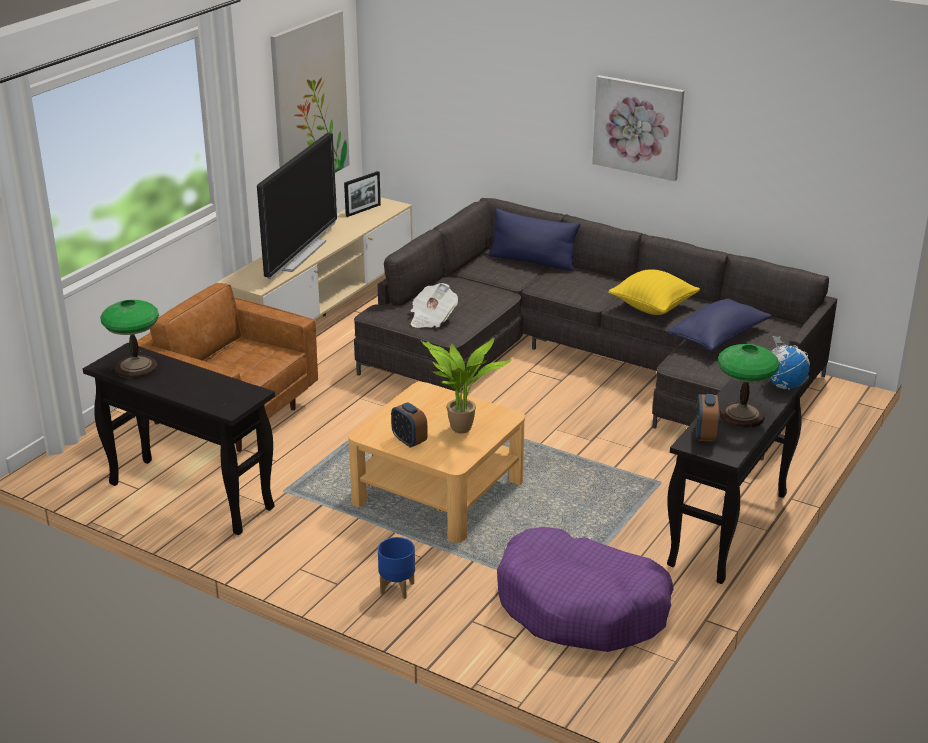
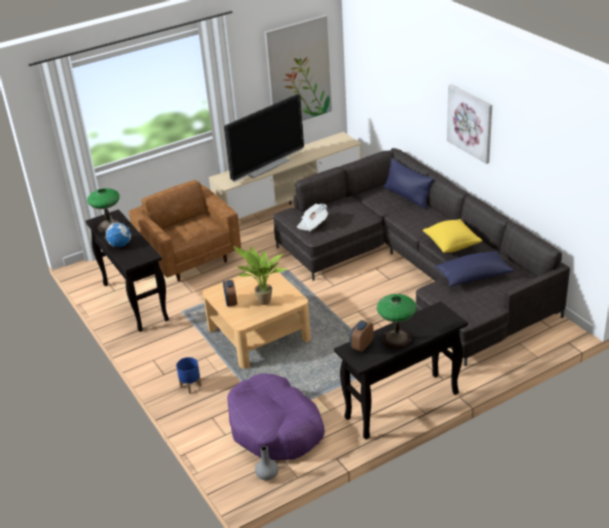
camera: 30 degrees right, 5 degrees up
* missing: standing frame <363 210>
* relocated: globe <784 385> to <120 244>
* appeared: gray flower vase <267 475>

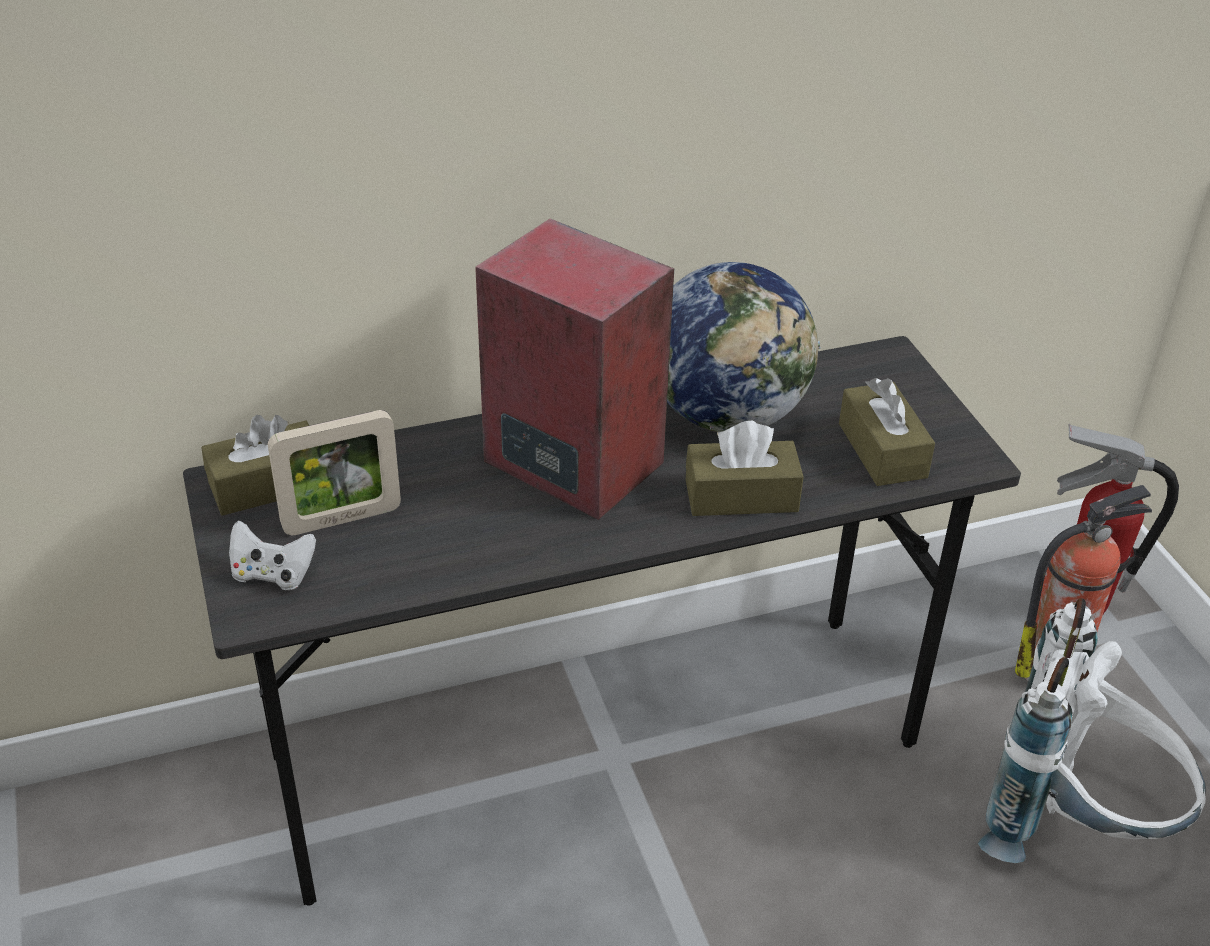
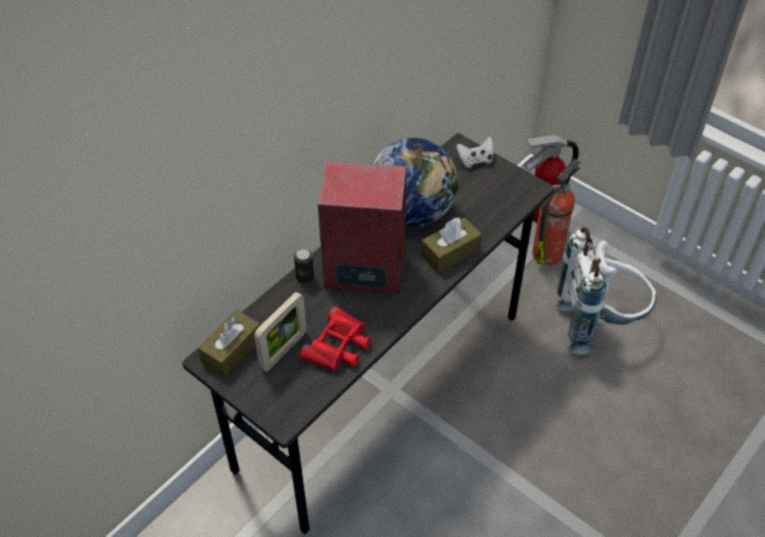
camera: 30 degrees left, 10 degrees up
* missing: brown-coloured tissue holder <882 450>
* relocated: white joypad <273 574> to <475 161>
* appeared: can <305 277>
* appeared: red-coloured binoculars <339 346>

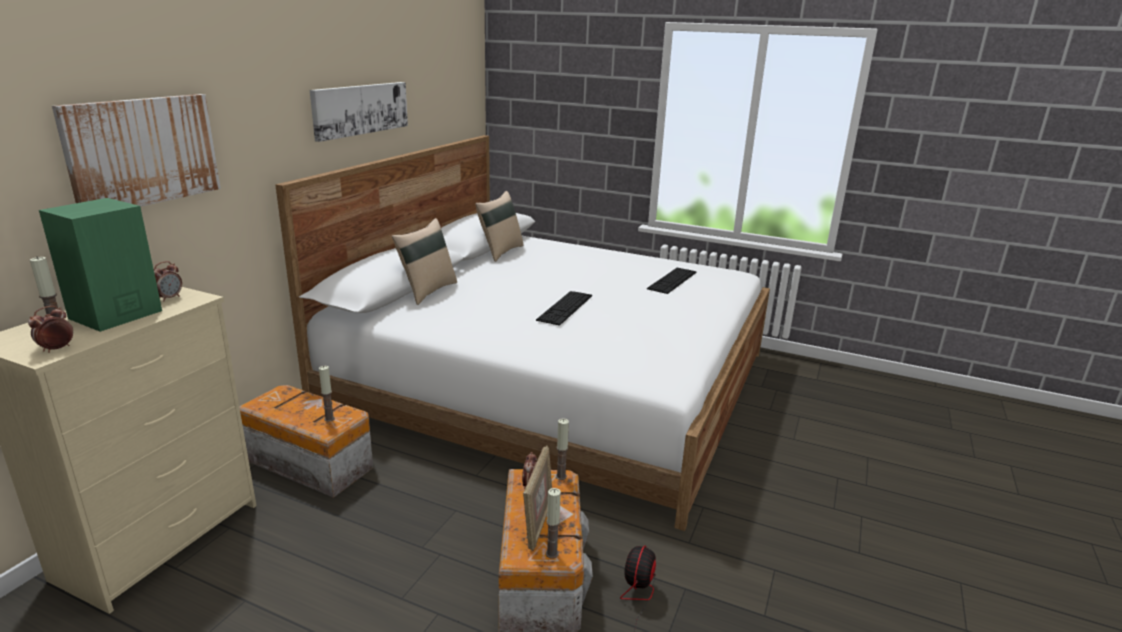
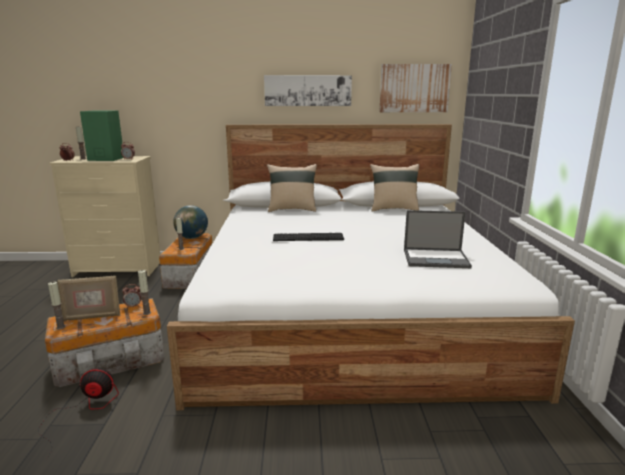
camera: 65 degrees right, 5 degrees down
* relocated: wall art <143 151> to <414 88>
* exchanged: PC keyboard <672 280> to portable computer <436 258>
* appeared: globe <192 237>

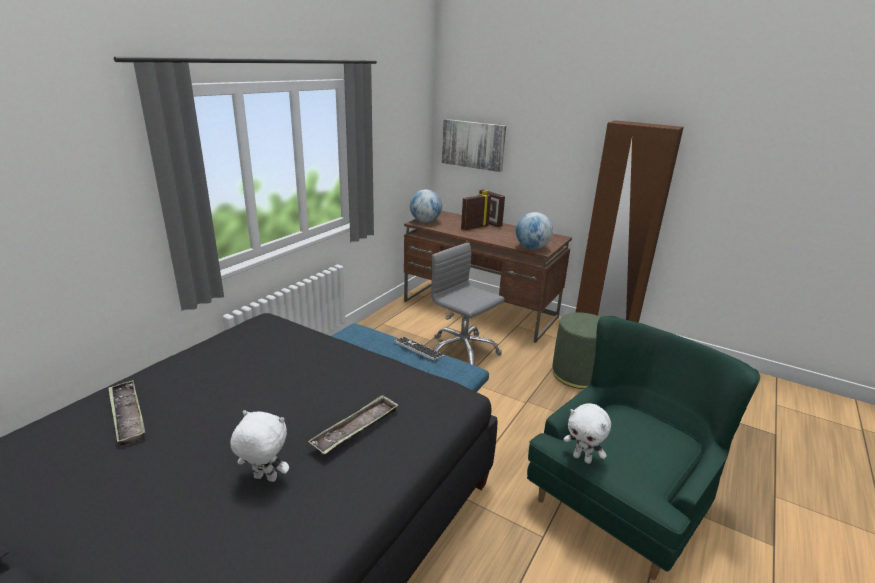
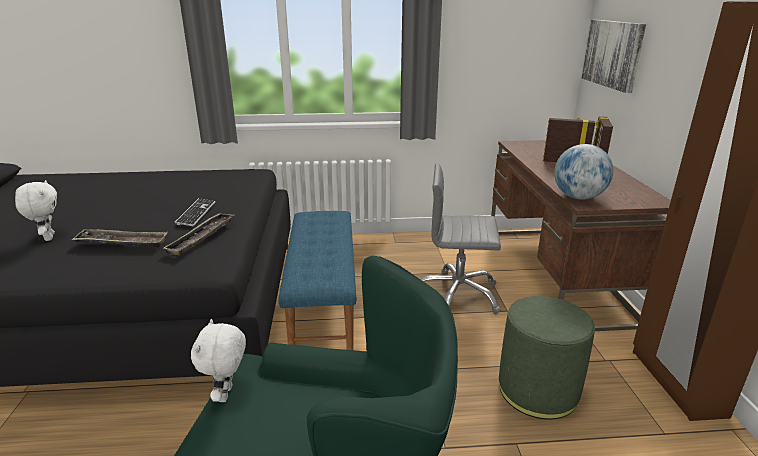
camera: 55 degrees right, 0 degrees up
* missing: globe <425 221>
* spun: gray computer chair <462 351> = <457 295> 90 degrees counterclockwise
* relocated: PC keyboard <418 349> to <196 213>
* relocated: carrying tray <127 415> to <201 237>

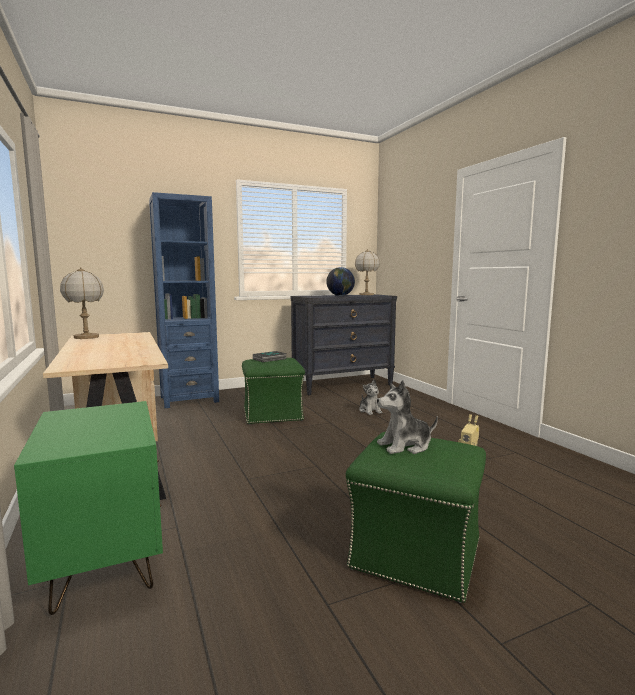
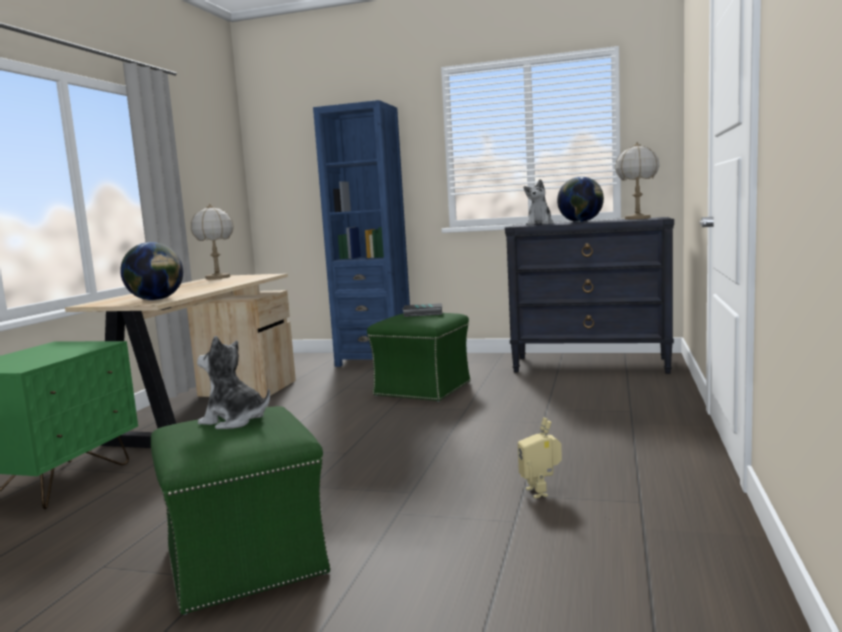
camera: 40 degrees right, 0 degrees up
* relocated: plush toy <370 411> to <539 224>
* appeared: globe <156 300>

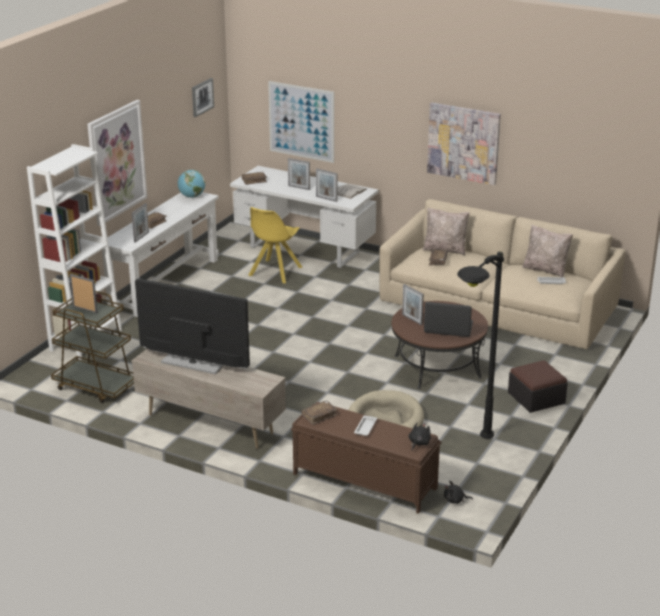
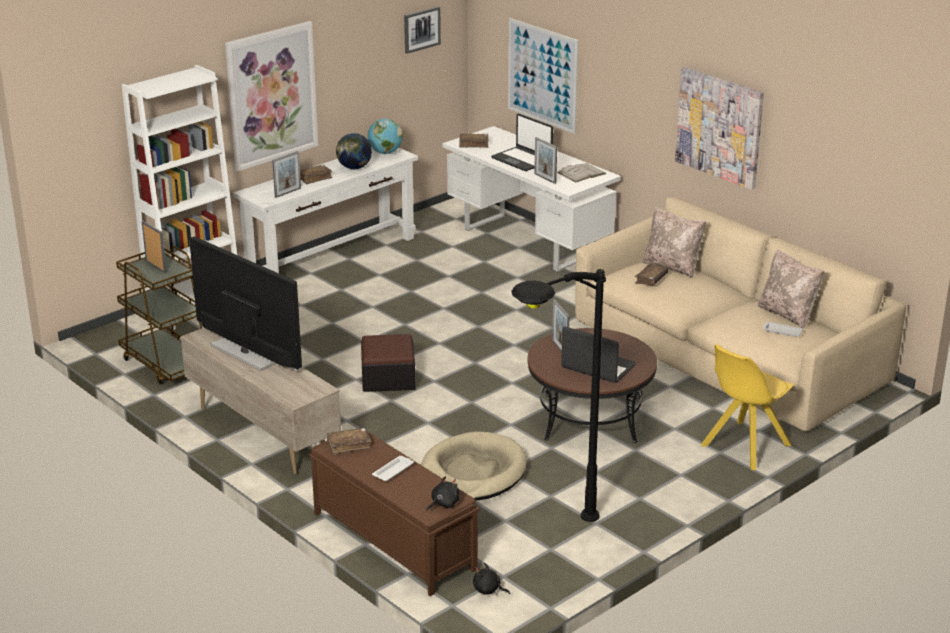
camera: 20 degrees right, 0 degrees up
* exchanged: standing frame <299 187> to portable computer <522 160>
* relocated: yellowish chair <274 272> to <744 446>
* relocated: pouffe <536 398> to <388 378>
* appeared: globe <354 168>

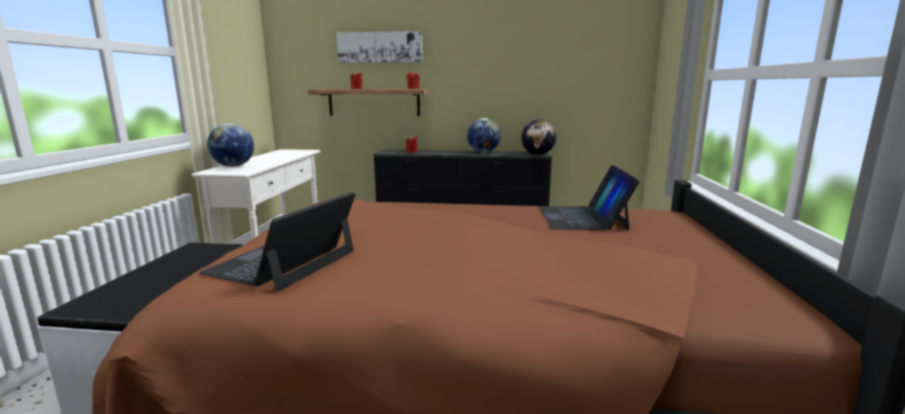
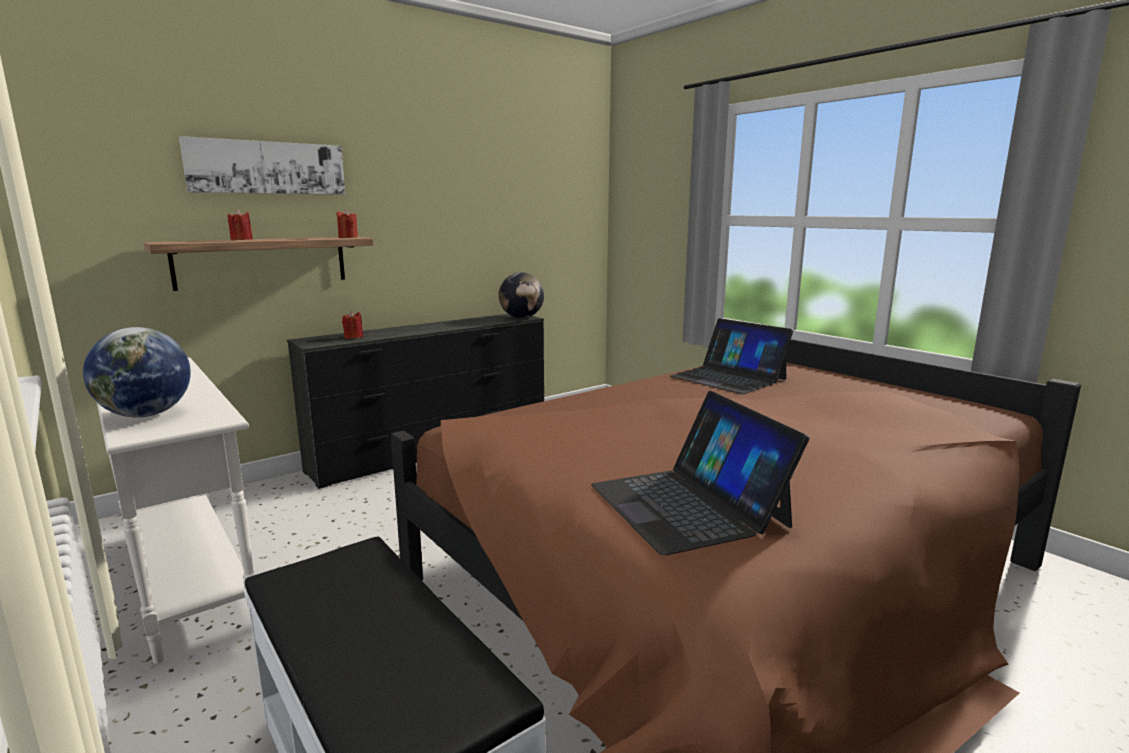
camera: 45 degrees left, 0 degrees up
* missing: globe <483 152>

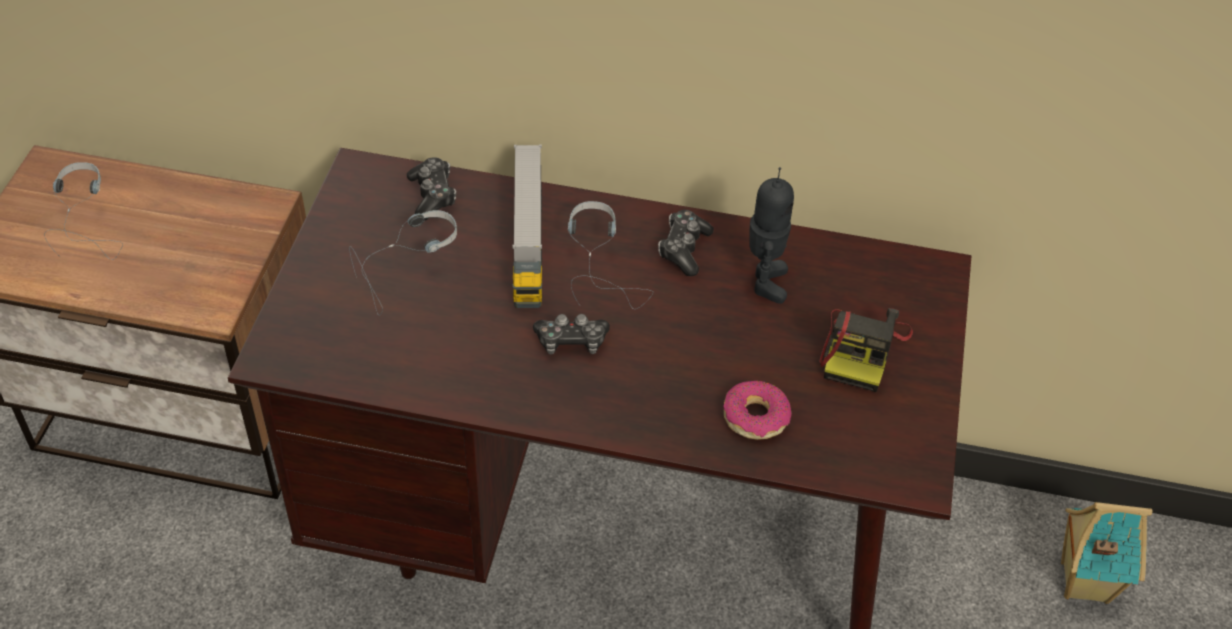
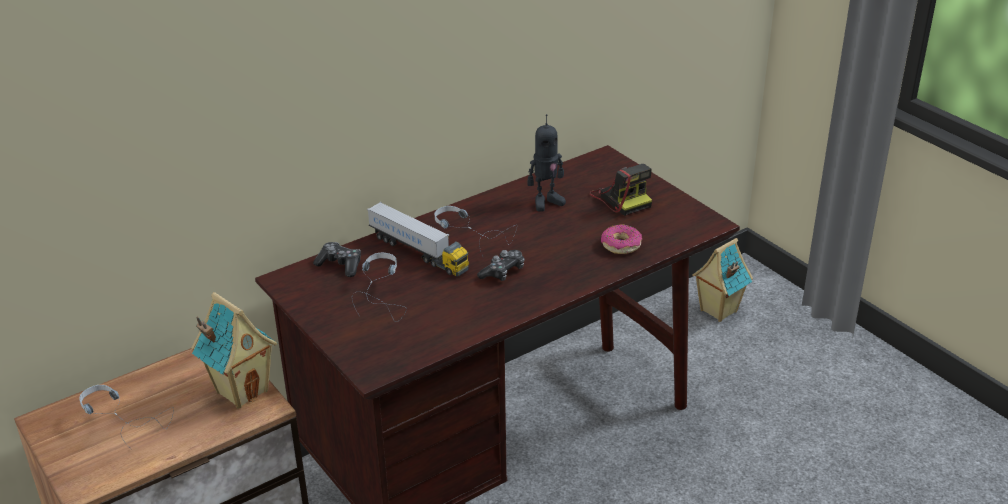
camera: 45 degrees left, 15 degrees down
* spun: robot figure <764 283> = <546 202> 105 degrees clockwise
* missing: joypad <684 249>
* appeared: toy house <242 390>

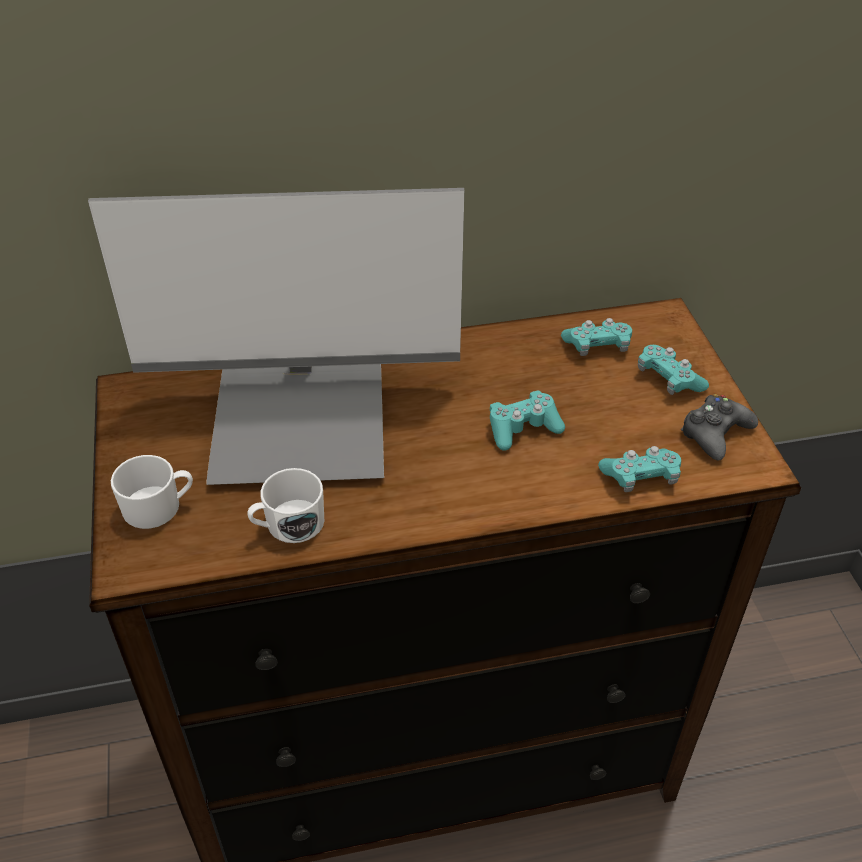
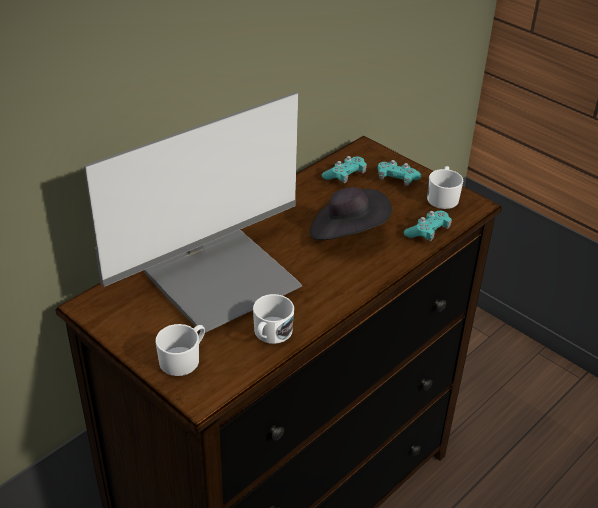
camera: 35 degrees left, 5 degrees down
* exchanged: turquoise joypad <523 428> to black-coloured wearable hat <347 232>
* exchanged: black-coloured joypad <715 433> to white tea mug <443 197>

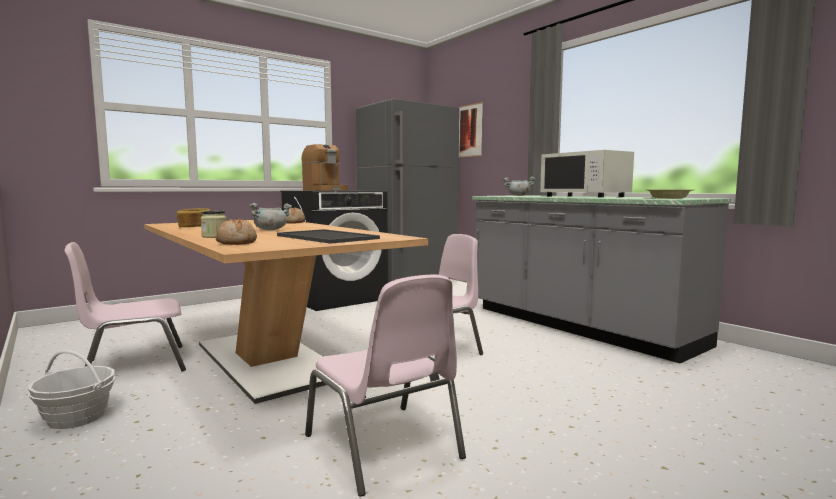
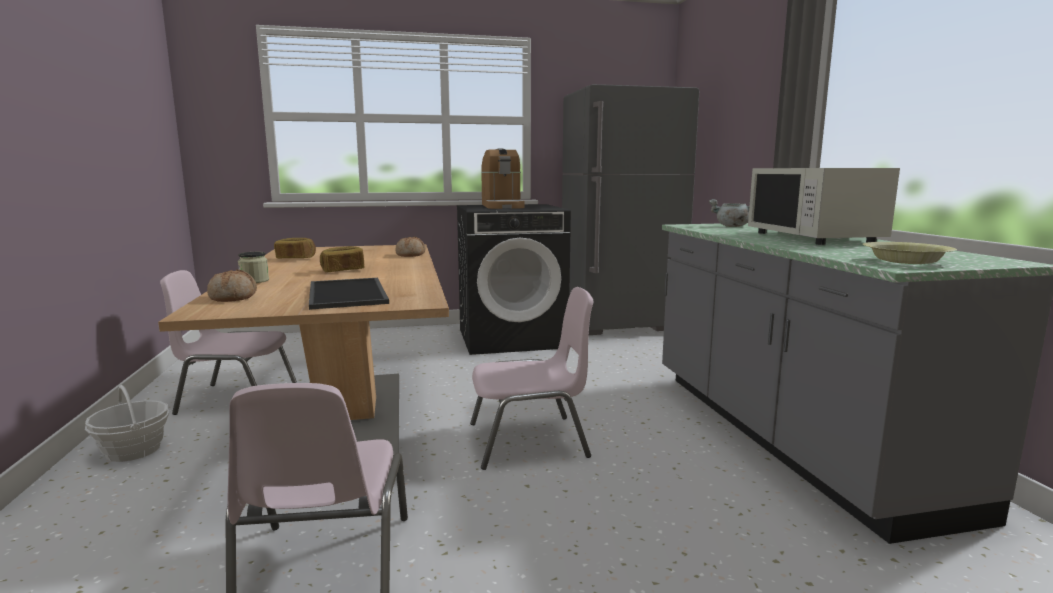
camera: 25 degrees right, 5 degrees up
* missing: wall art <470 130>
* exchanged: gray stockpot <271 230> to bakery bread <343 270>

